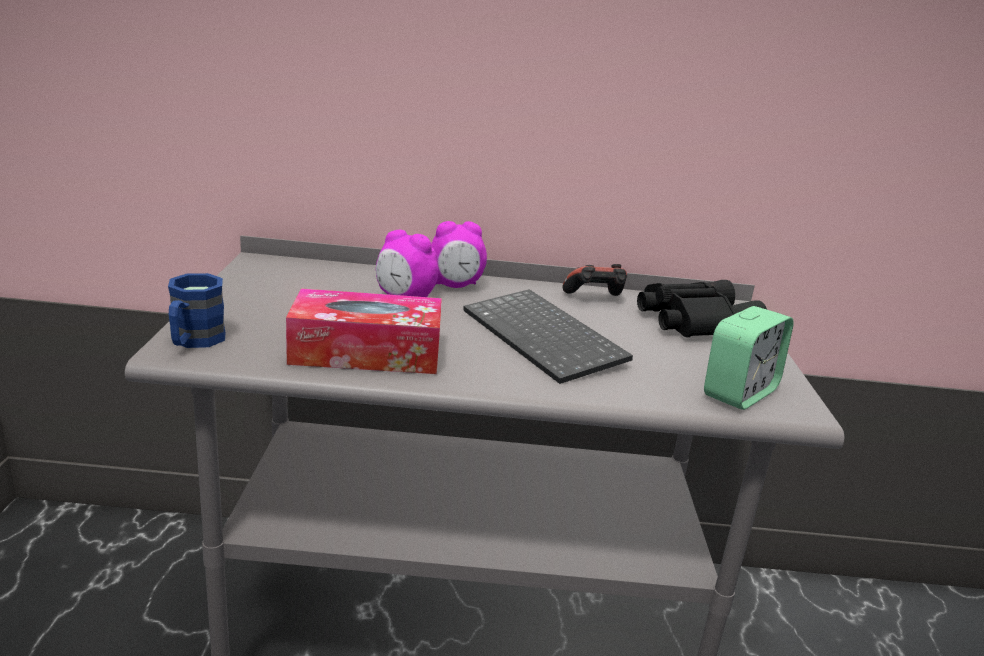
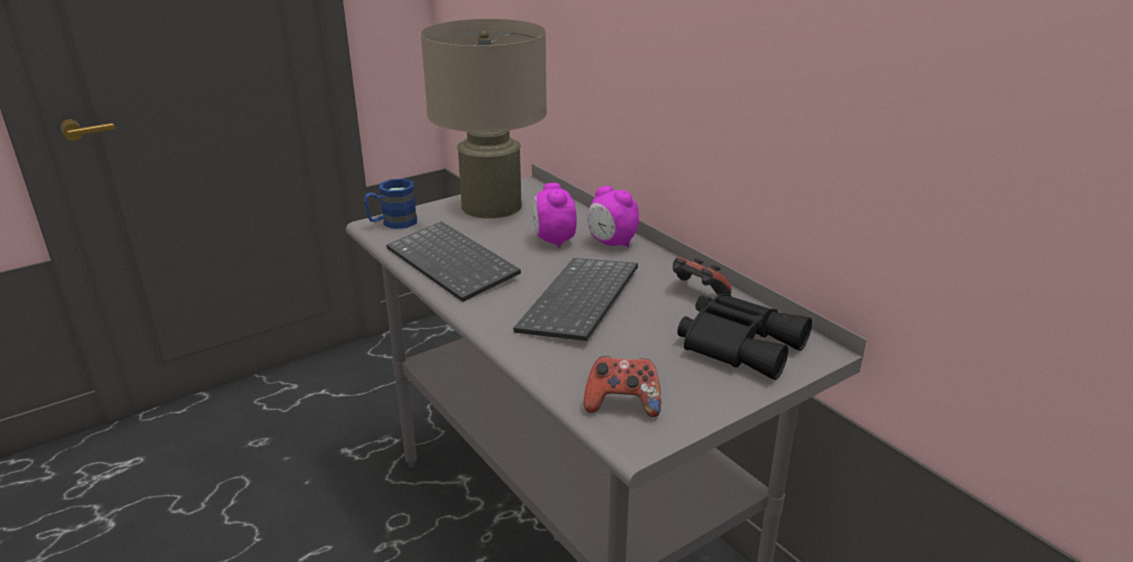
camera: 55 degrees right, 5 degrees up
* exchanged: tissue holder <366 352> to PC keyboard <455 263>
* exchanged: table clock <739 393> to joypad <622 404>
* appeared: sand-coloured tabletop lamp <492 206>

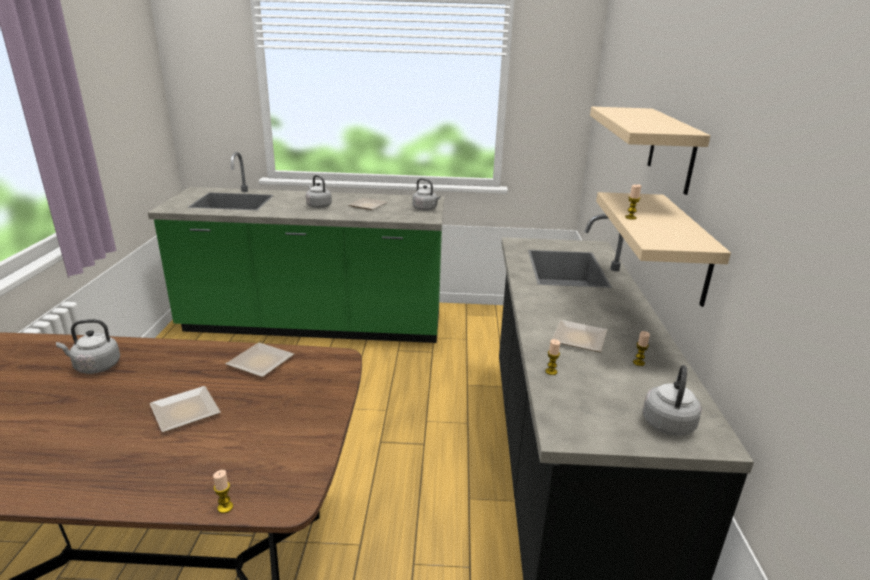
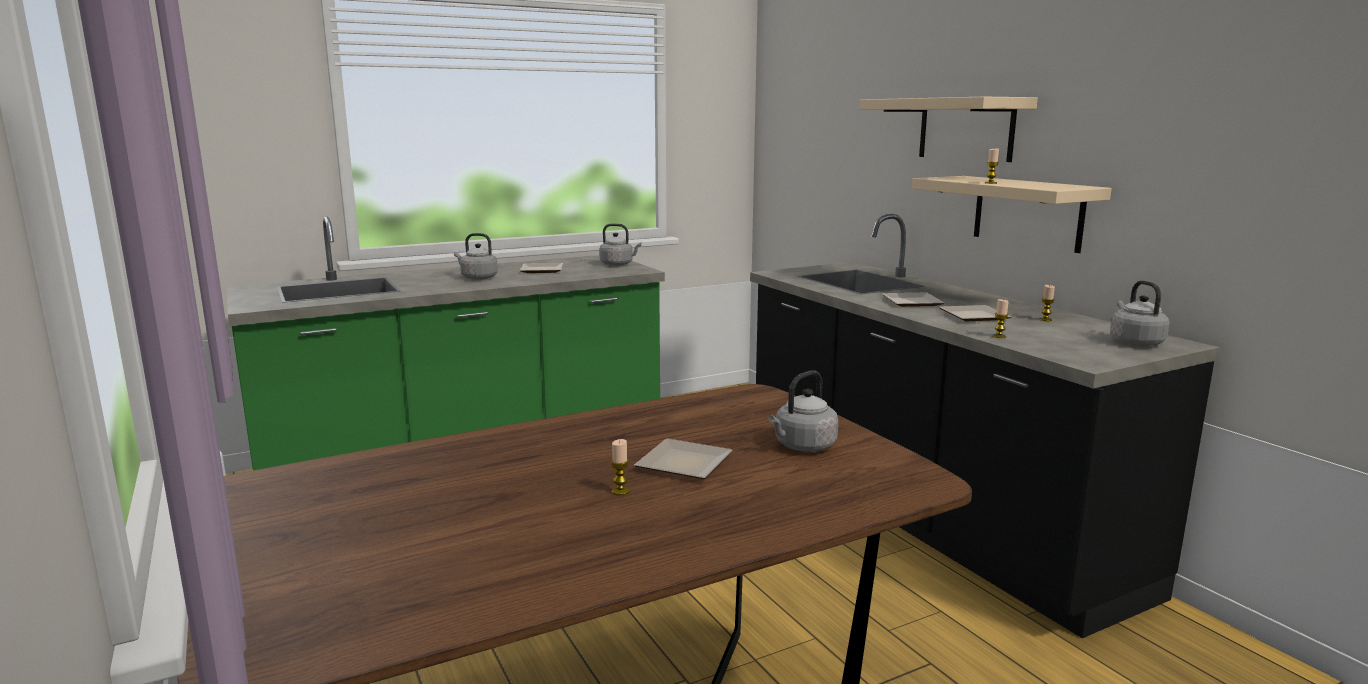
camera: 30 degrees left, 10 degrees down
* relocated: gray kettle <95 366> to <802 446>
* relocated: plate <260 361> to <909 302>
* relocated: wax candle <225 507> to <620 491>

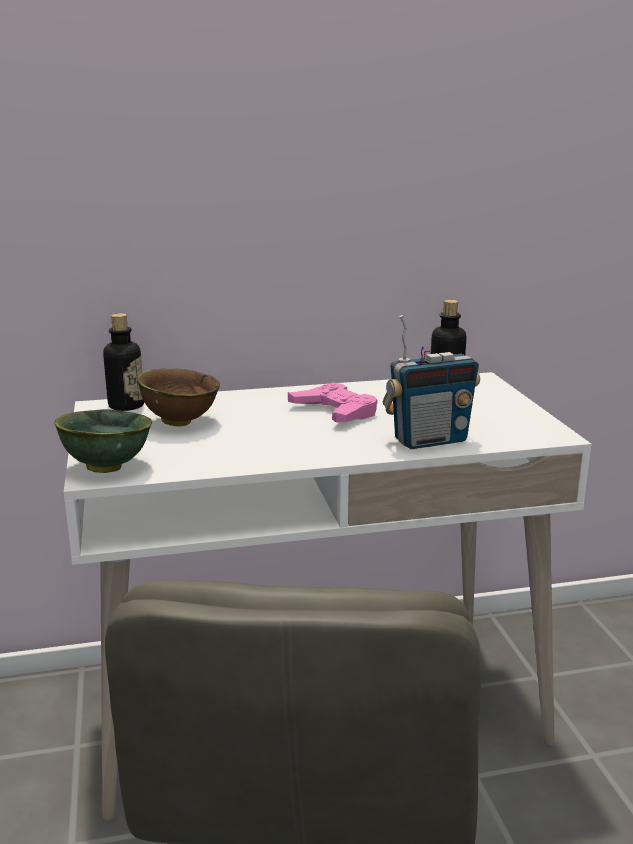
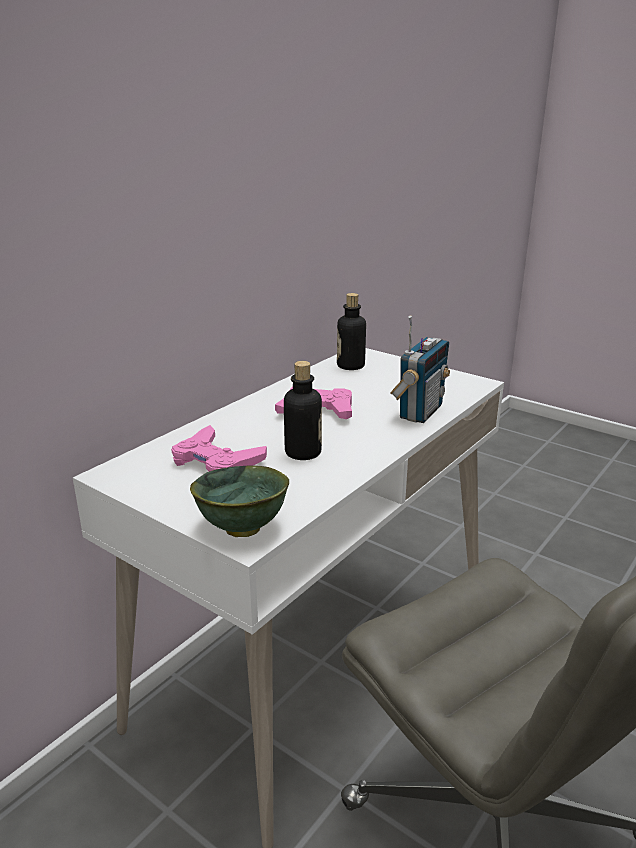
camera: 40 degrees left, 5 degrees up
* relocated: bottle <126 406> to <303 452>
* exchanged: brown-coloured bowl <179 422> to pink joypad <216 462>

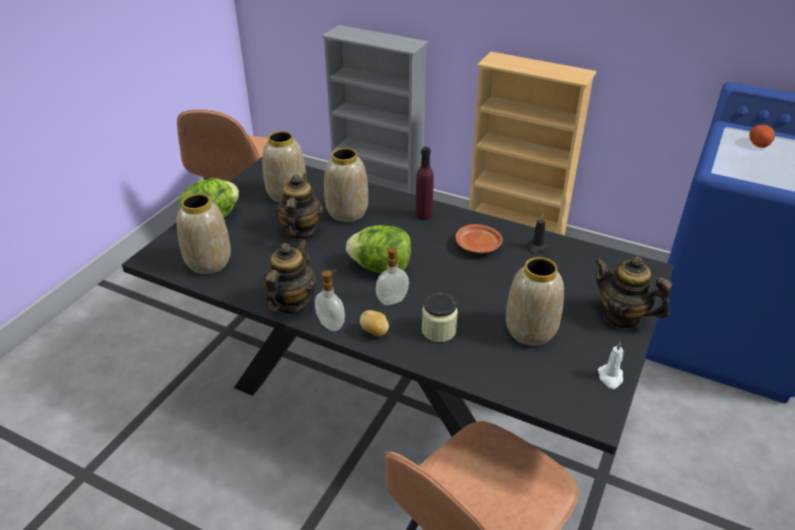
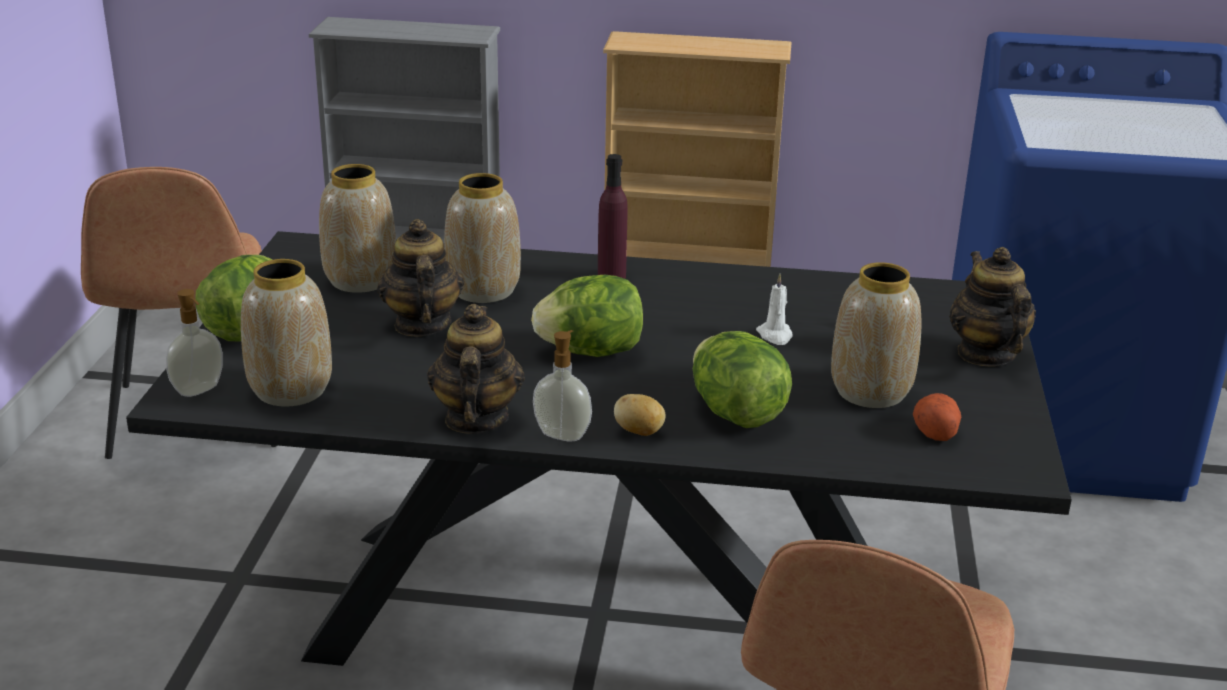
camera: 20 degrees left, 10 degrees down
* relocated: potato <759 143> to <934 430>
* missing: black-coloured wax candle <536 247>
* missing: brown-coloured plate <478 246>
* relocated: soap bottle <393 301> to <199 390>
* spun: tea pot <622 317> = <986 354> 60 degrees clockwise
* exchanged: storage jar <438 330> to lettuce <736 413>
* relocated: white wax candle <610 377> to <775 335>

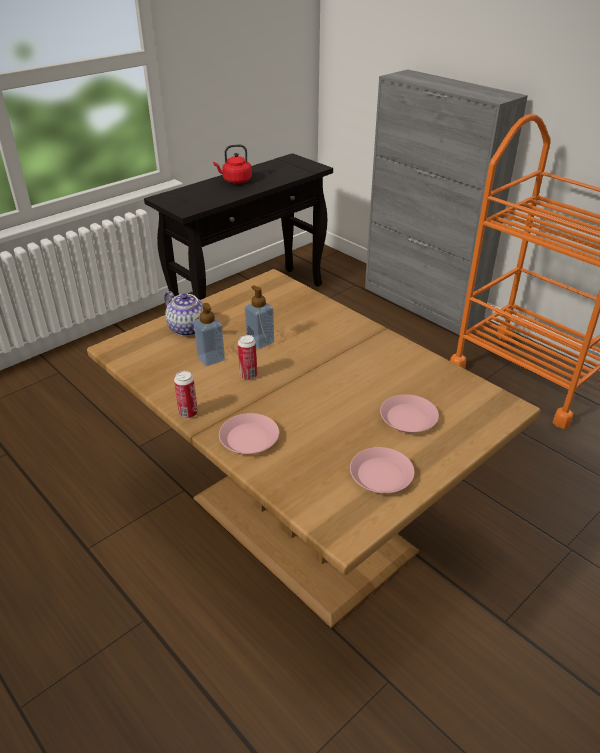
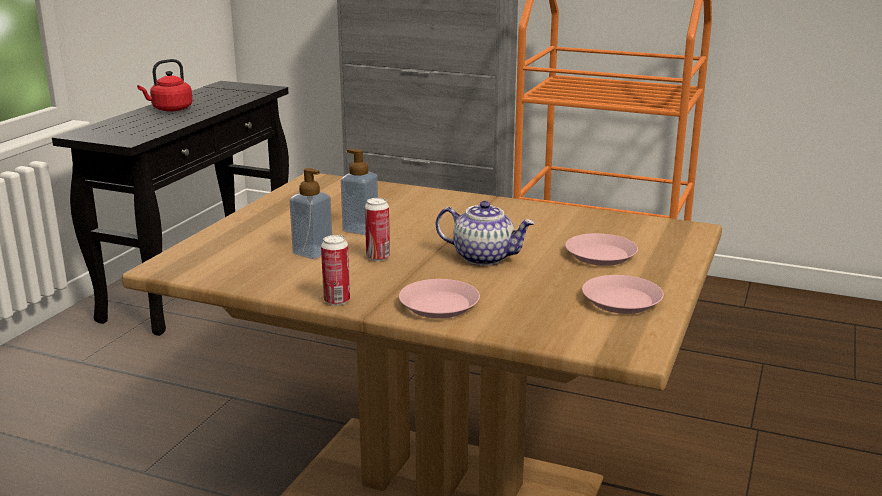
camera: 25 degrees left, 15 degrees down
* relocated: tea pot <189 328> to <484 257>

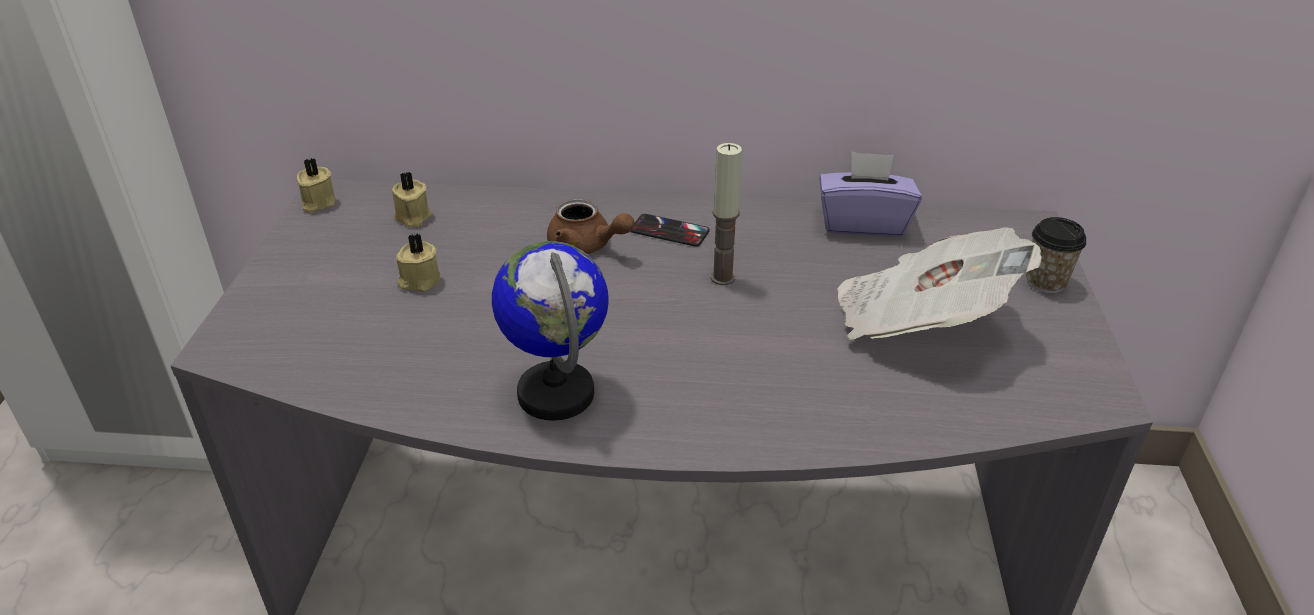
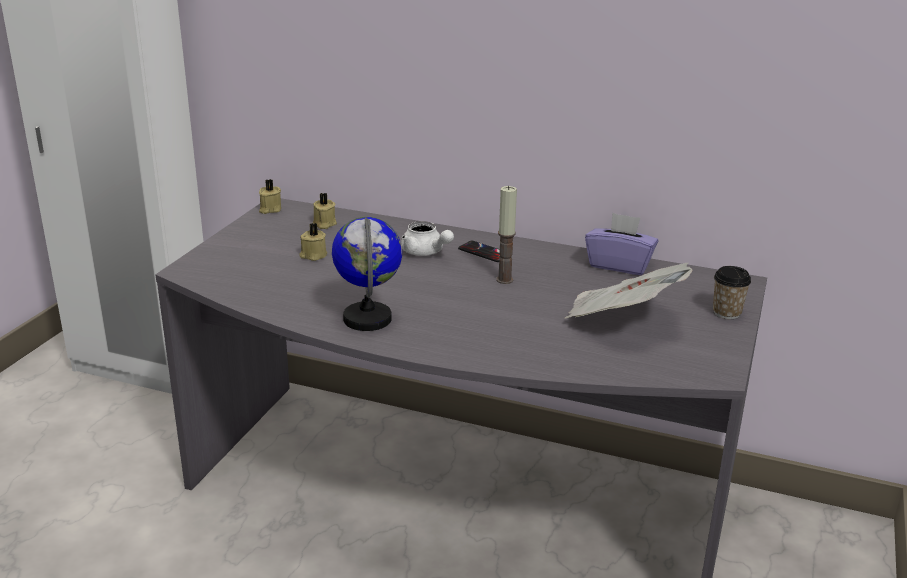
camera: 15 degrees right, 10 degrees down
* colour: brown-coloured tea pot <586 246> to white tea pot <425 252>

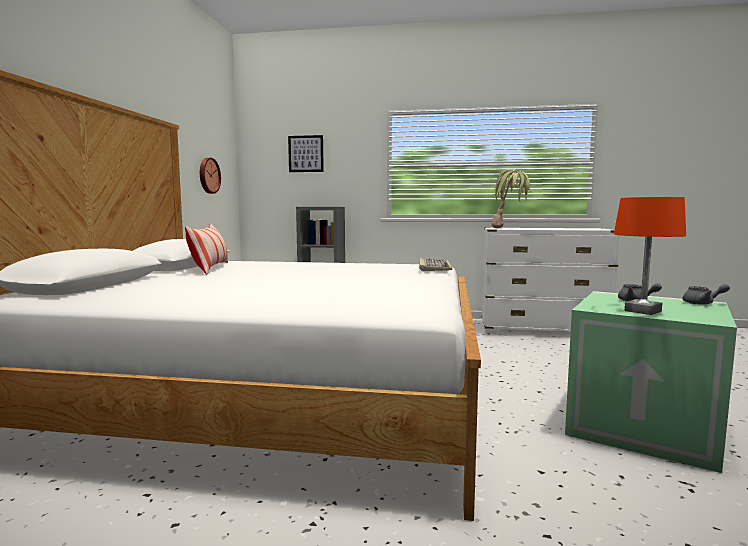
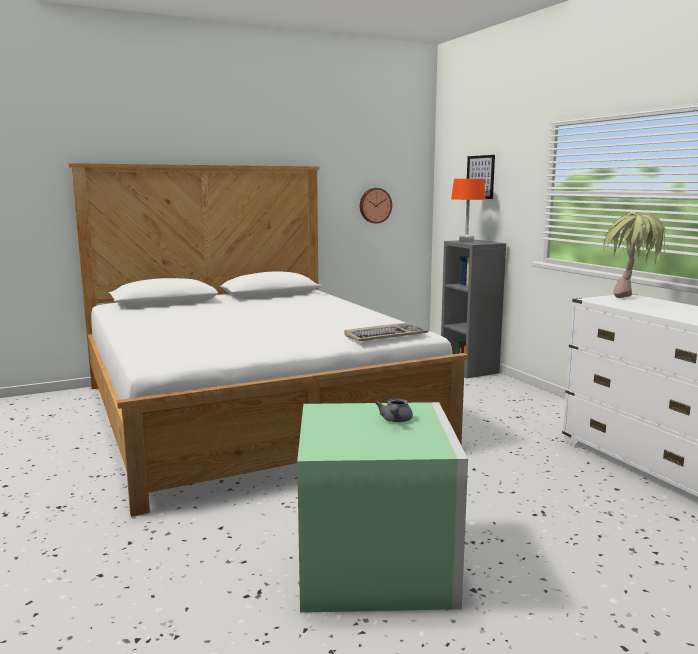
camera: 55 degrees right, 5 degrees up
* relocated: orange-coloured tabletop lamp <642 311> to <466 241>
* missing: throw pillow <210 268>
* missing: gray tea pot <703 303>

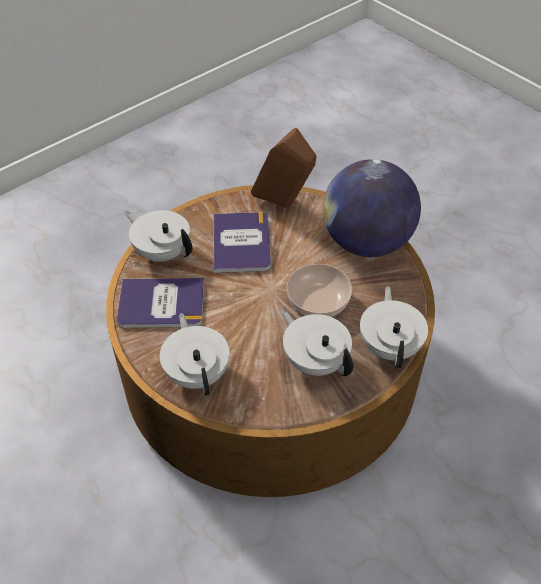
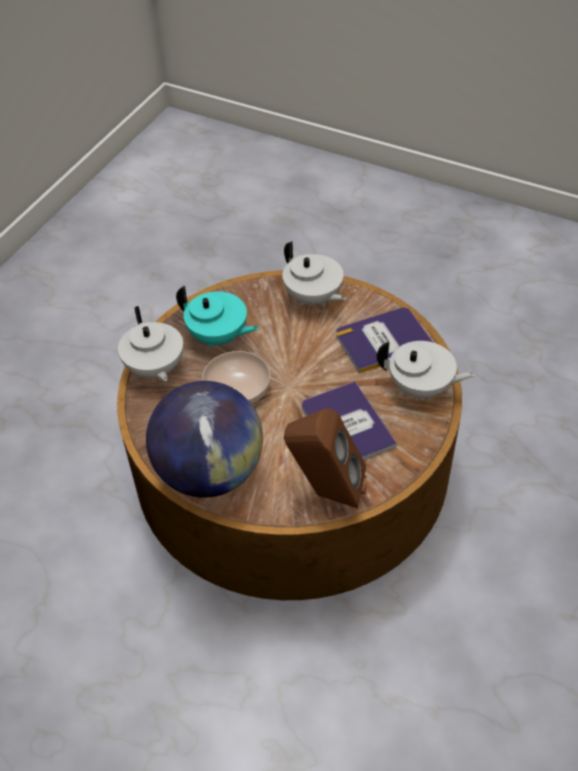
camera: 160 degrees right, 0 degrees up
* colour: white tea pot <315 361> to turquoise tea pot <218 337>

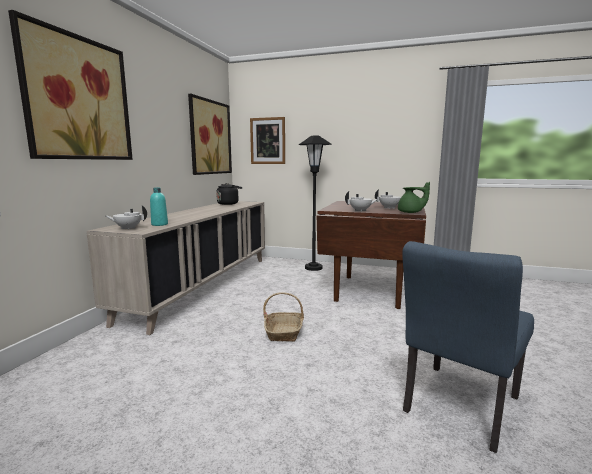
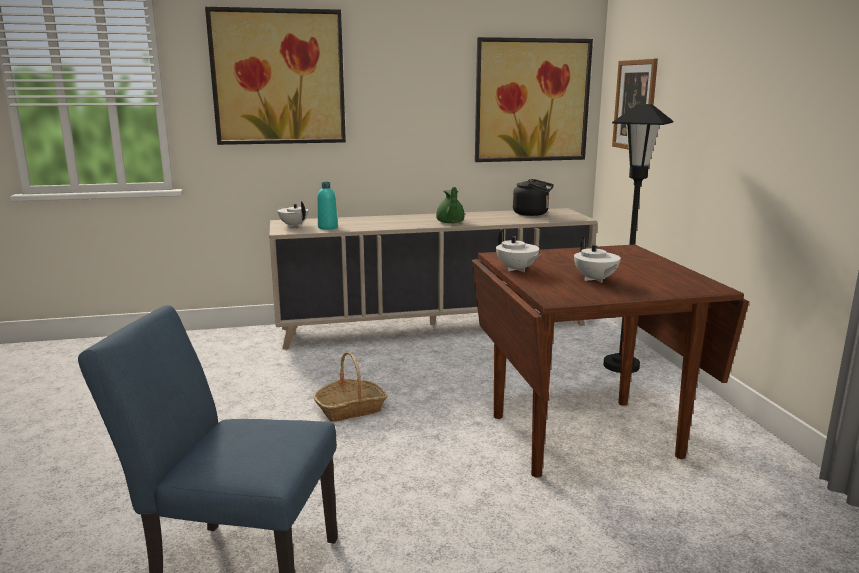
camera: 60 degrees right, 5 degrees up
* relocated: green-coloured tea pot <410 212> to <450 222>

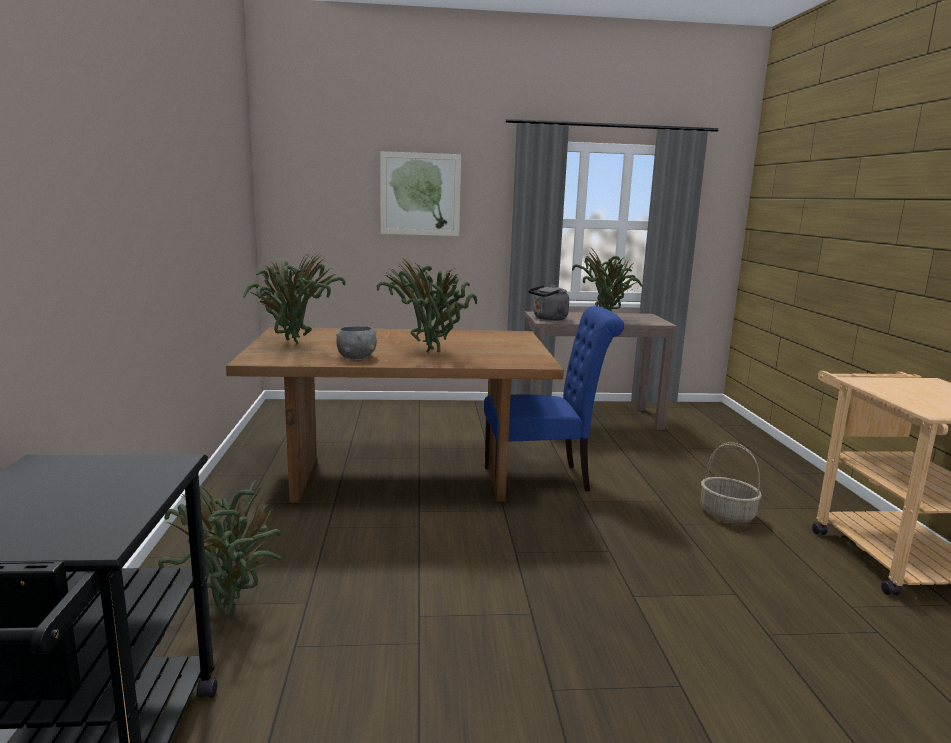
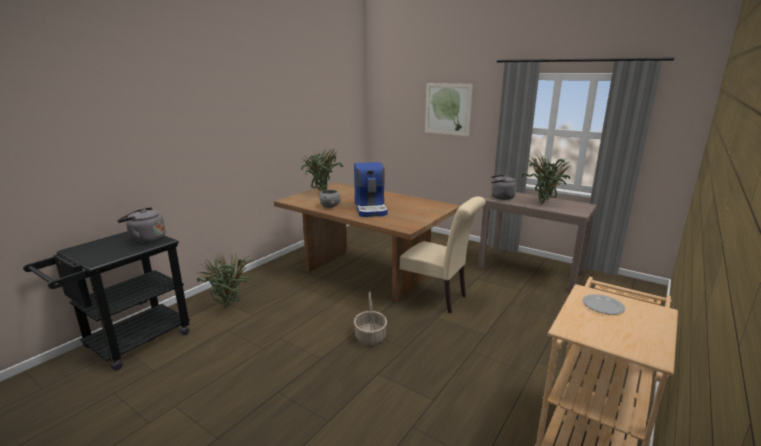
camera: 40 degrees right, 5 degrees up
* exchanged: potted plant <430 351> to coffee machine <371 209>
* colour: blue chair <543 479> to sand-coloured chair <435 298>
* relocated: basket <727 514> to <370 337>
* appeared: gray kettle <145 240>
* appeared: plate <602 305>

